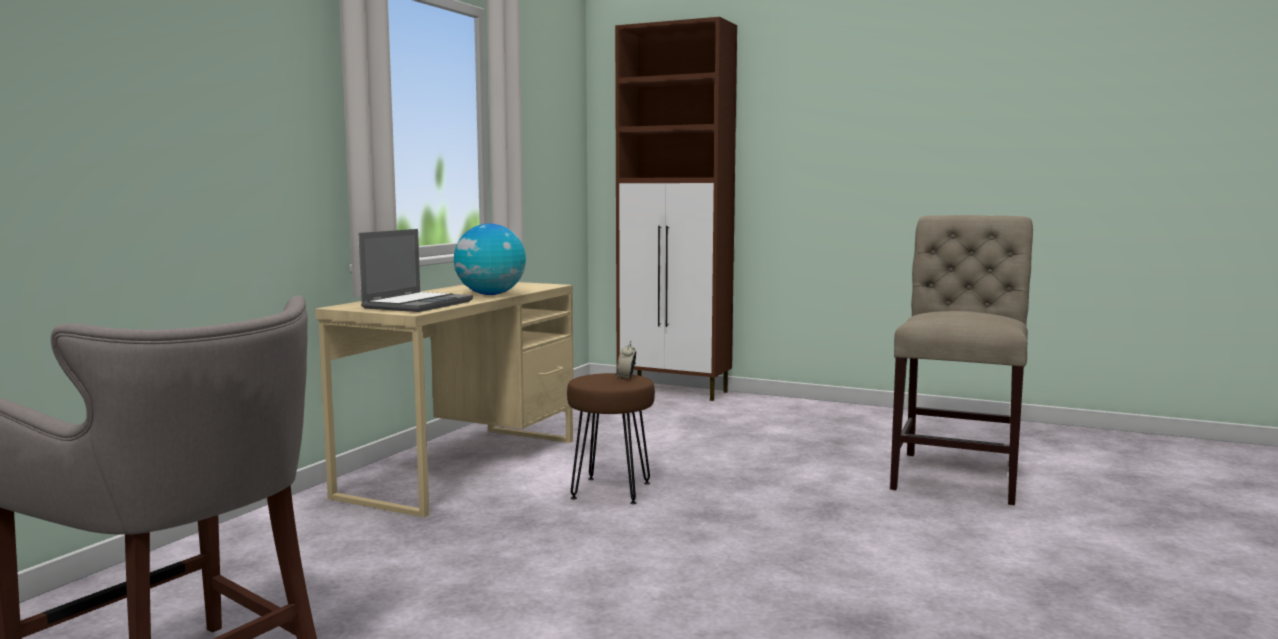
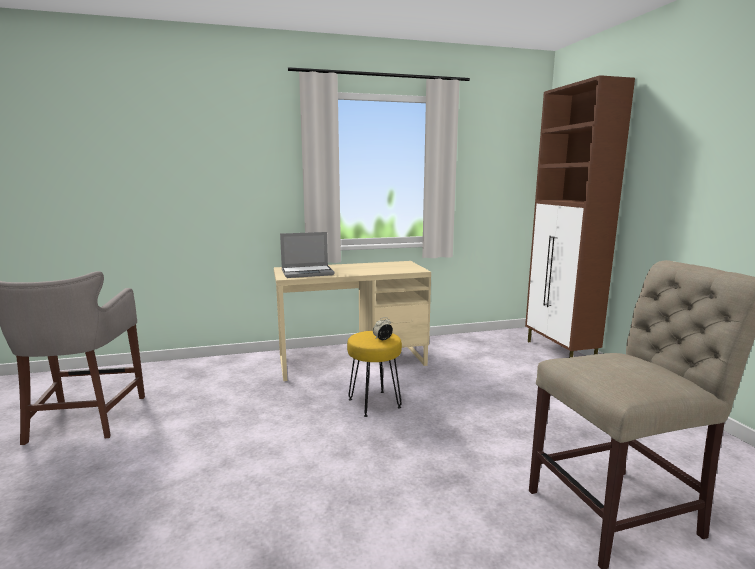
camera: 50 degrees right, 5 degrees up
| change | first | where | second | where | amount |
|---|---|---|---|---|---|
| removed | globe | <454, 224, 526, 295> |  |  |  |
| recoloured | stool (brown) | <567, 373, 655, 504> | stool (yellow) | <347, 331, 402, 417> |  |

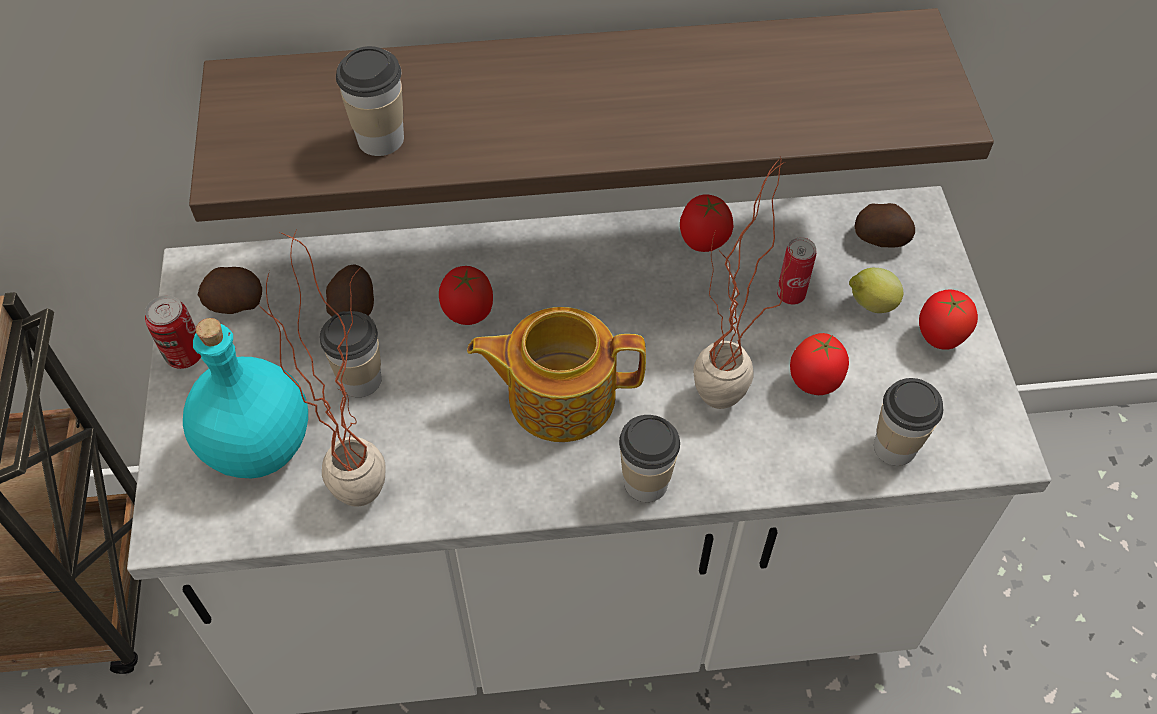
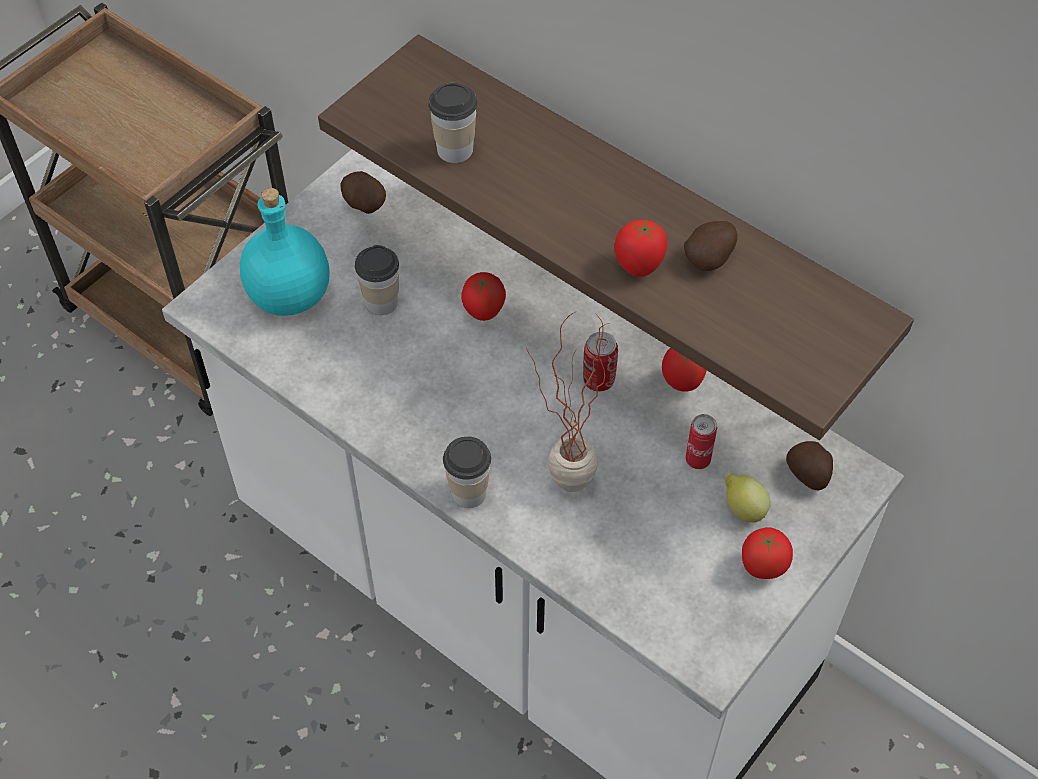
camera: 45 degrees right, 0 degrees up
| change | first | where | second | where | amount |
|---|---|---|---|---|---|
| removed | potted plant | <258, 231, 386, 507> |  |  |  |
| moved | potato | <326, 264, 374, 317> |  | <684, 221, 737, 271> |  |
| moved | can | <145, 295, 201, 369> |  | <583, 332, 618, 392> |  |
| removed | teapot | <467, 307, 646, 442> |  |  |  |
| moved | tomato | <790, 333, 849, 395> |  | <615, 219, 667, 277> |  |
| removed | cup | <874, 378, 943, 466> |  |  |  |

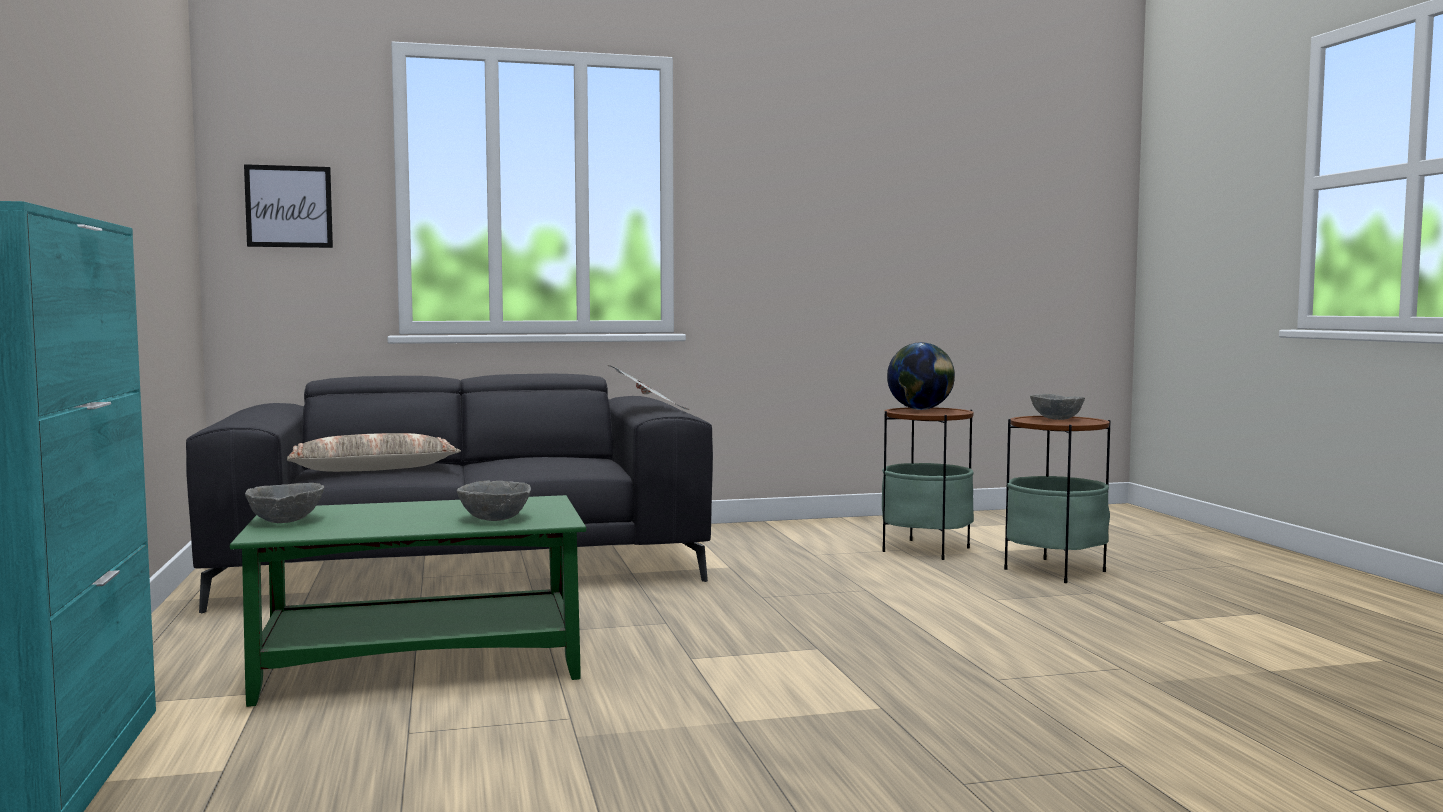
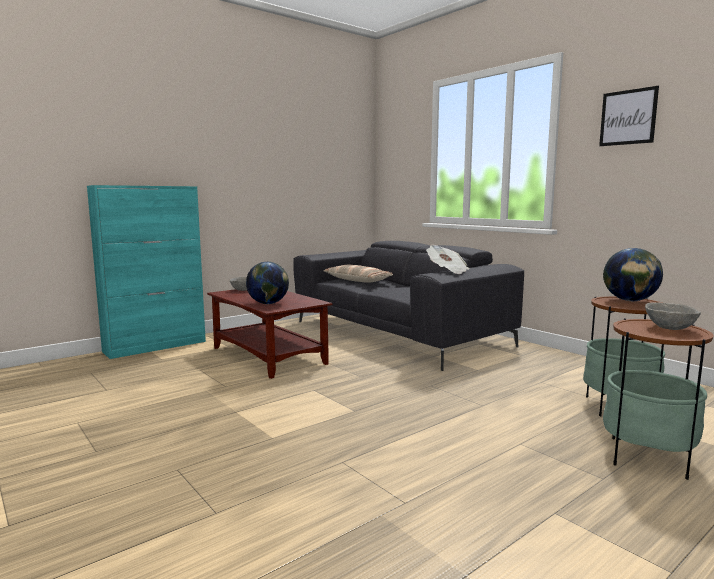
camera: 65 degrees right, 5 degrees up
| change | first | where | second | where | amount |
|---|---|---|---|---|---|
| moved | picture | <244, 164, 333, 248> |  | <599, 86, 659, 146> |  |
| replaced | bowl (grey) | <457, 481, 531, 521> | globe | <246, 262, 289, 304> |  |
| recoloured | coffee table (green) | <230, 495, 586, 707> | coffee table (brown) | <207, 289, 332, 379> |  |

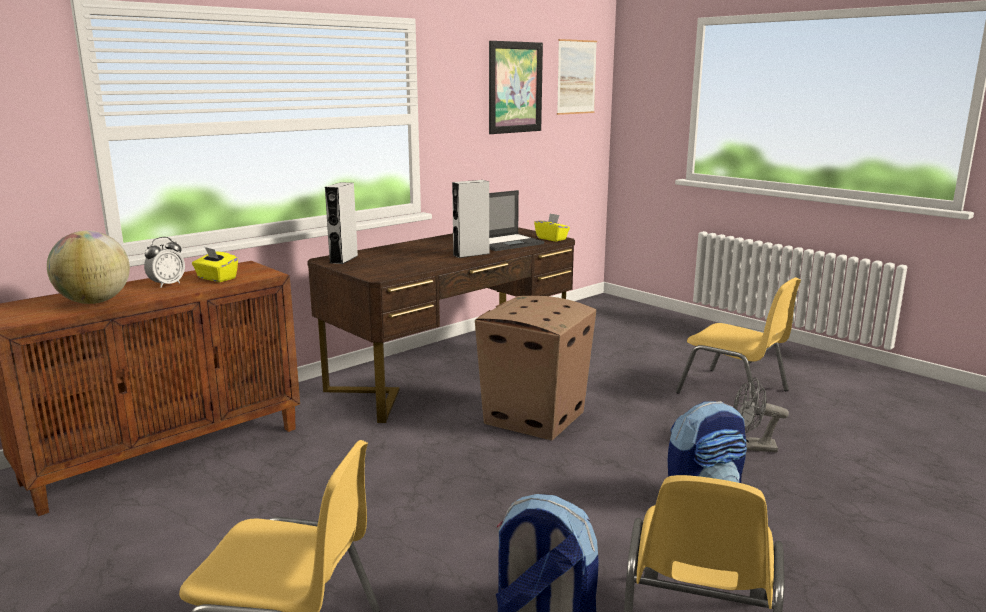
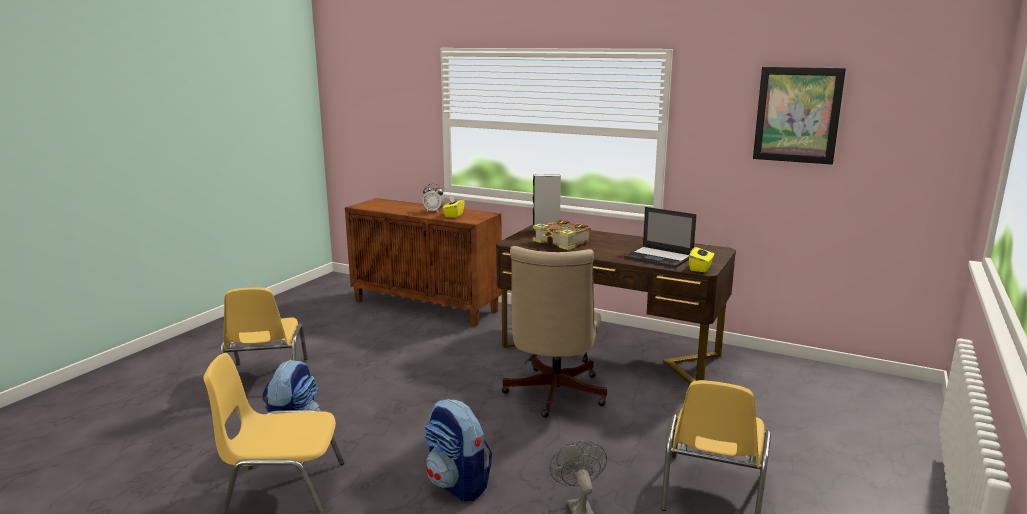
camera: 70 degrees right, 0 degrees up
| change | first | where | second | where | amount |
|---|---|---|---|---|---|
| removed | picture | <557, 39, 597, 115> |  |  |  |
| removed | speaker (grey) | <452, 180, 489, 258> |  |  |  |
| removed | globe | <47, 231, 130, 304> |  |  |  |
| replaced | cardboard box | <475, 296, 596, 441> | office chair (beige) | <502, 246, 607, 418> |  |
| added |  |  | book | <533, 219, 591, 250> |  |

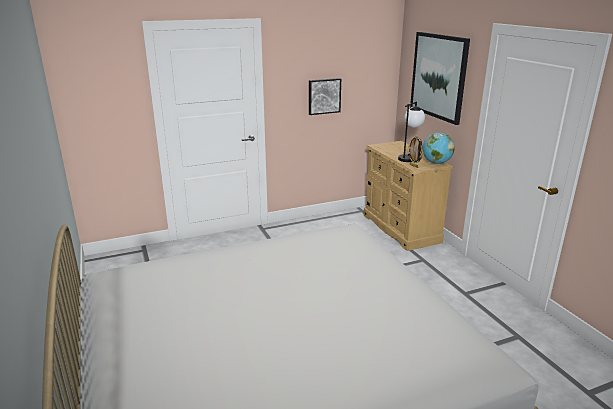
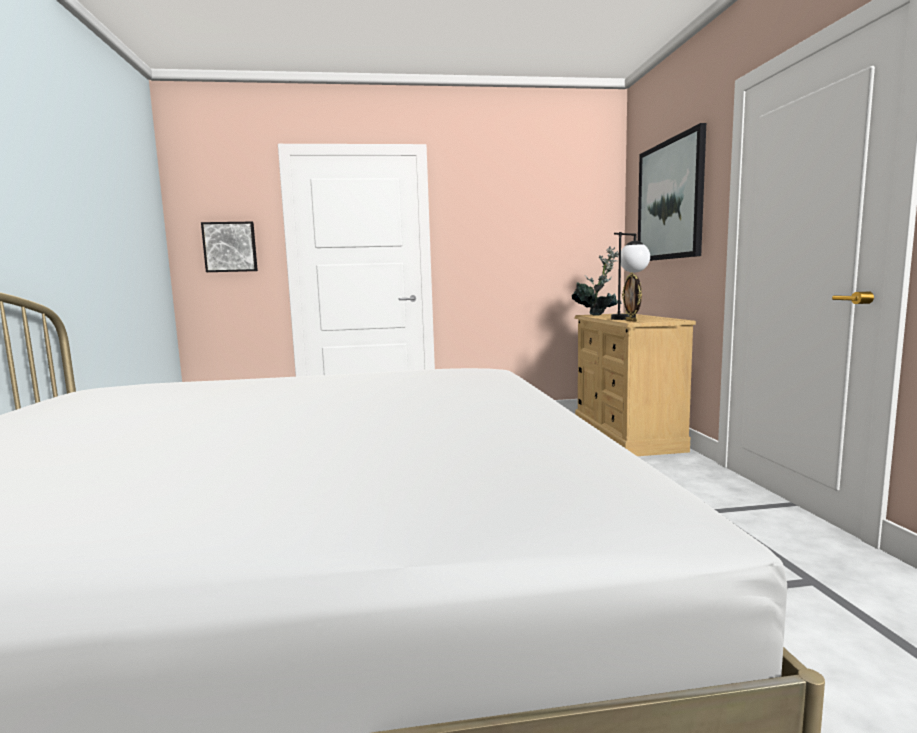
camera: 15 degrees right, 15 degrees down
| change | first | where | second | where | amount |
|---|---|---|---|---|---|
| moved | picture | <309, 78, 341, 115> |  | <201, 222, 258, 272> |  |
| removed | globe | <423, 132, 455, 164> |  |  |  |
| added |  |  | potted plant | <572, 246, 621, 316> |  |

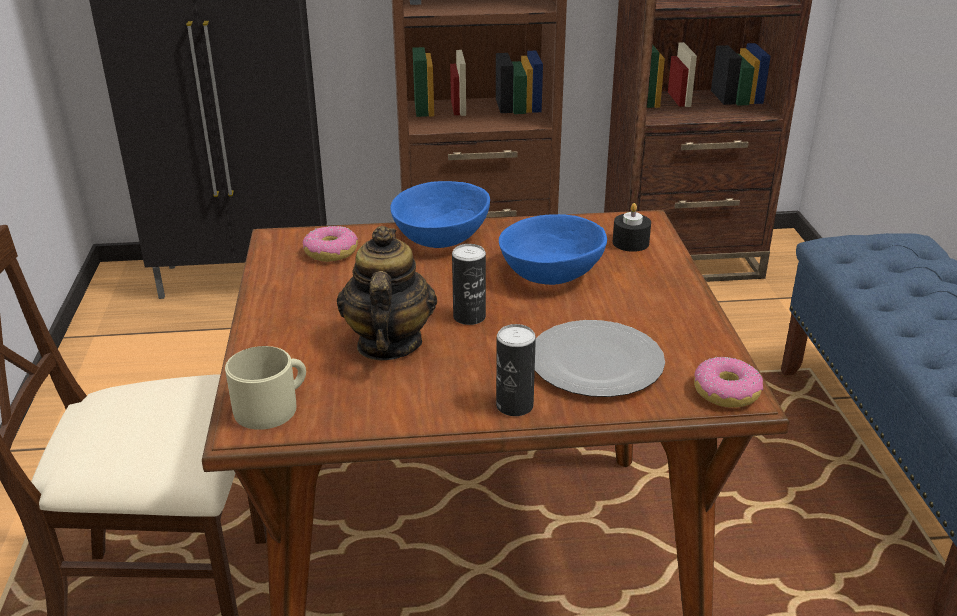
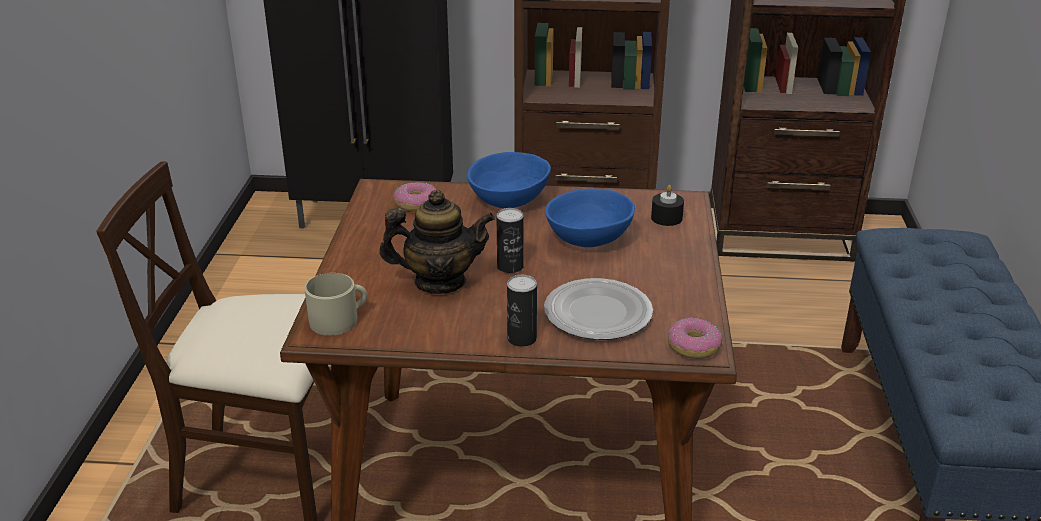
camera: 10 degrees right, 0 degrees up
| change | first | where | second | where | amount |
|---|---|---|---|---|---|
| turned | teapot | <337, 226, 437, 361> |  | <379, 189, 495, 294> | 75 degrees clockwise |

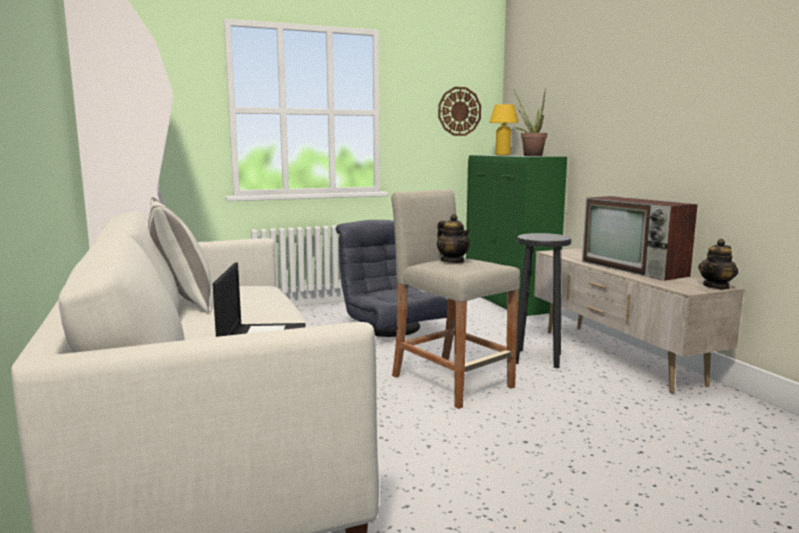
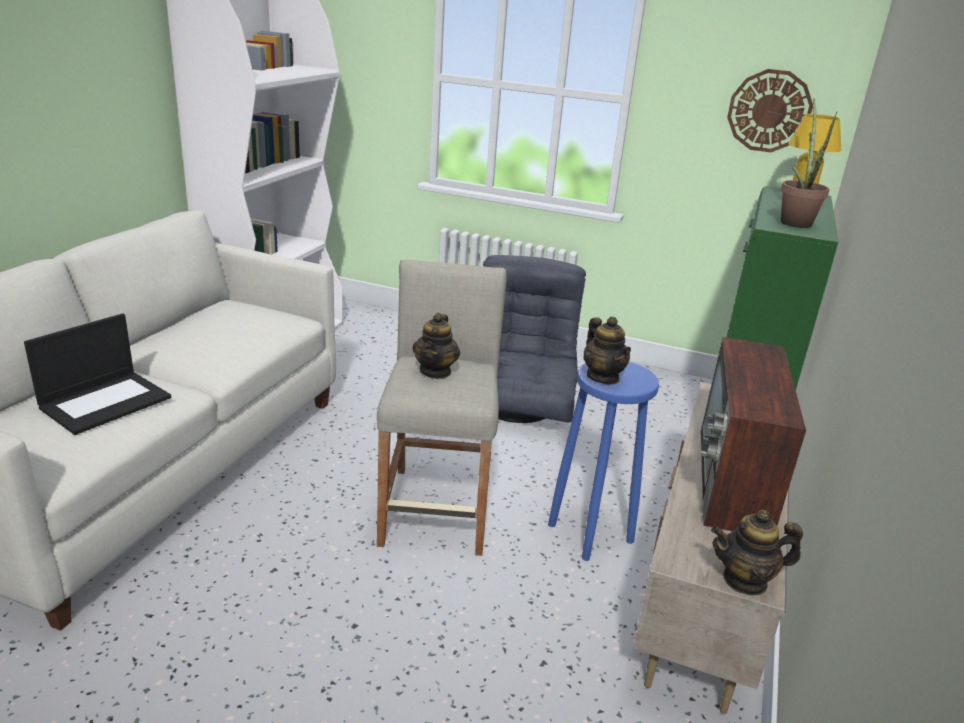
camera: 40 degrees right, 15 degrees up
| change | first | where | second | where | amount |
|---|---|---|---|---|---|
| removed | pillow | <148, 197, 211, 313> |  |  |  |
| recoloured | stool (black) | <516, 233, 571, 368> | stool (blue) | <548, 362, 659, 561> |  |
| added |  |  | teapot | <583, 317, 631, 384> |  |

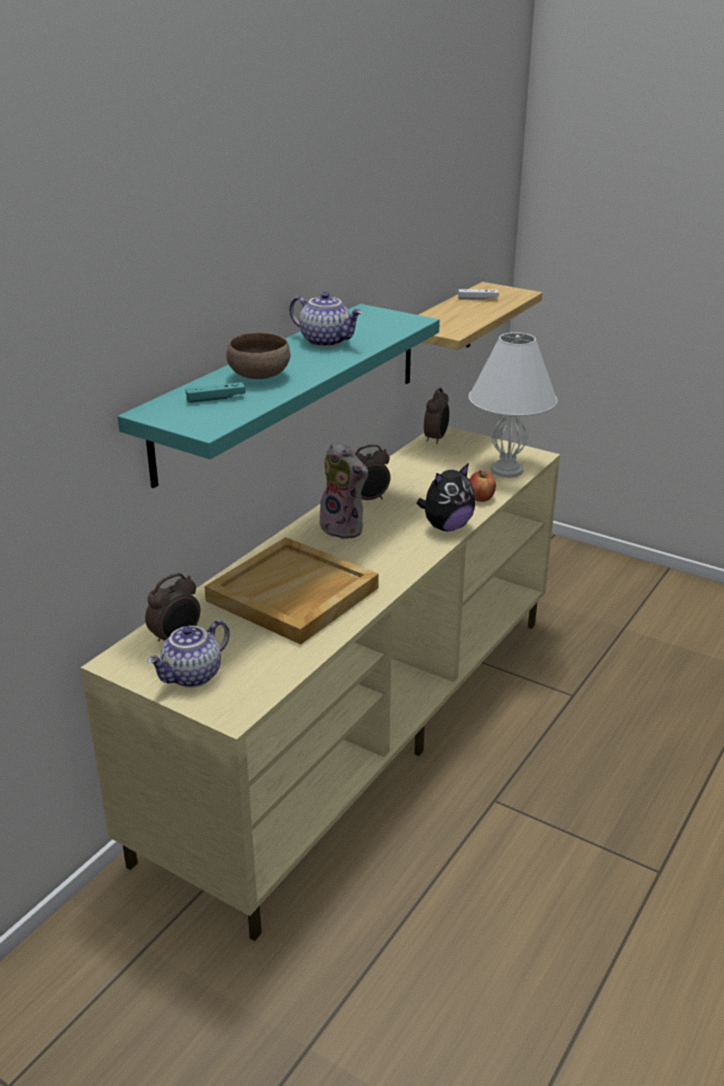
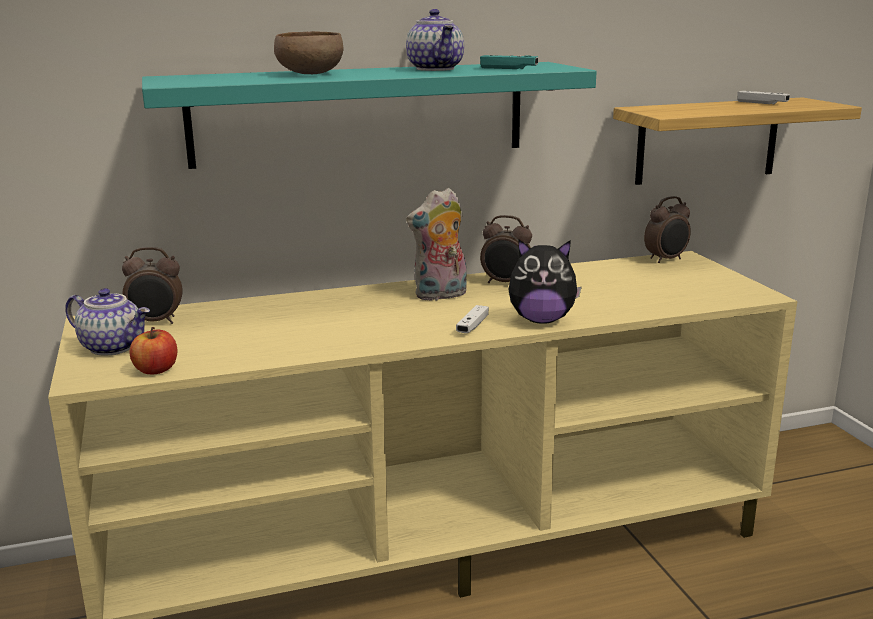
camera: 40 degrees right, 10 degrees down
| change | first | where | second | where | amount |
|---|---|---|---|---|---|
| removed | table lamp (white) | <469, 332, 557, 477> |  |  |  |
| moved | game controller (turquoise) | <185, 382, 245, 403> |  | <480, 55, 538, 69> |  |
| turned | plush toy | <320, 441, 368, 539> |  | <406, 188, 467, 301> | 75 degrees clockwise |
| moved | apple | <469, 471, 496, 502> |  | <129, 327, 177, 374> |  |
| removed | tray (beige) | <204, 537, 379, 645> |  |  |  |
| turned | teapot | <147, 620, 230, 688> |  | <65, 288, 150, 355> | 150 degrees counterclockwise |
| added |  |  | game controller (white) | <456, 305, 489, 333> |  |

